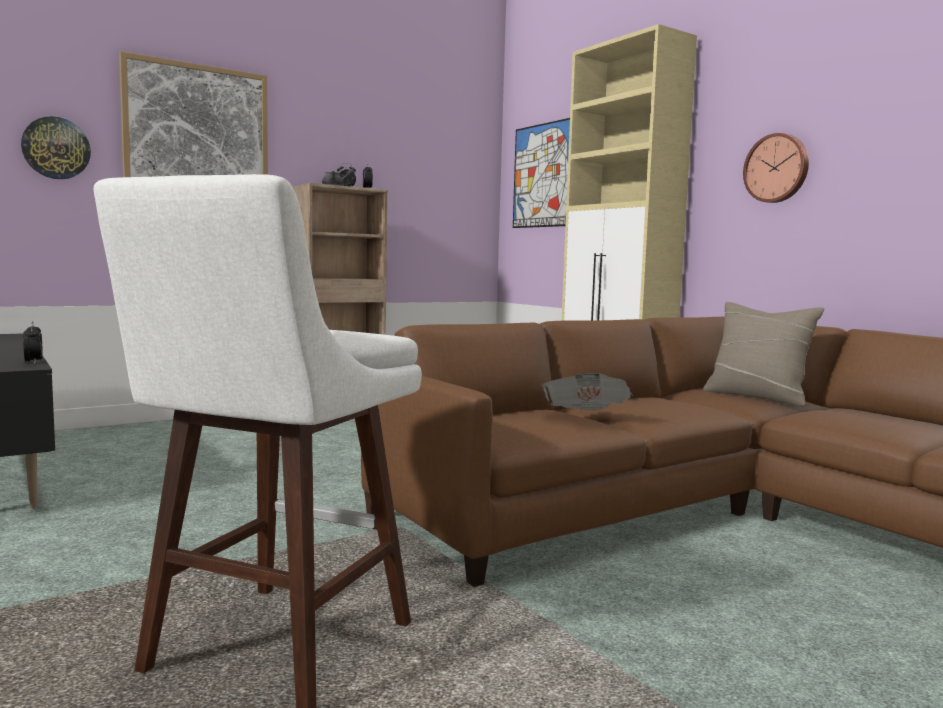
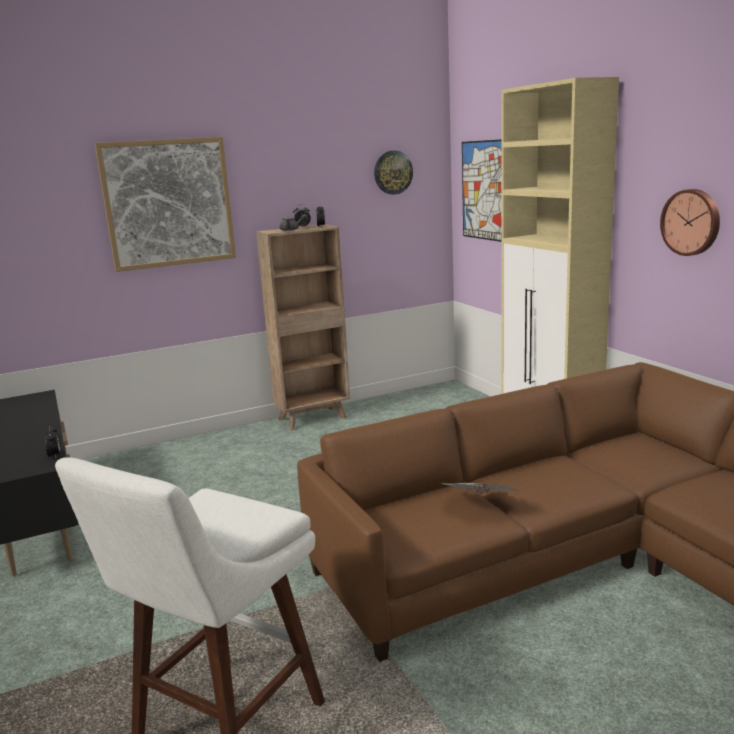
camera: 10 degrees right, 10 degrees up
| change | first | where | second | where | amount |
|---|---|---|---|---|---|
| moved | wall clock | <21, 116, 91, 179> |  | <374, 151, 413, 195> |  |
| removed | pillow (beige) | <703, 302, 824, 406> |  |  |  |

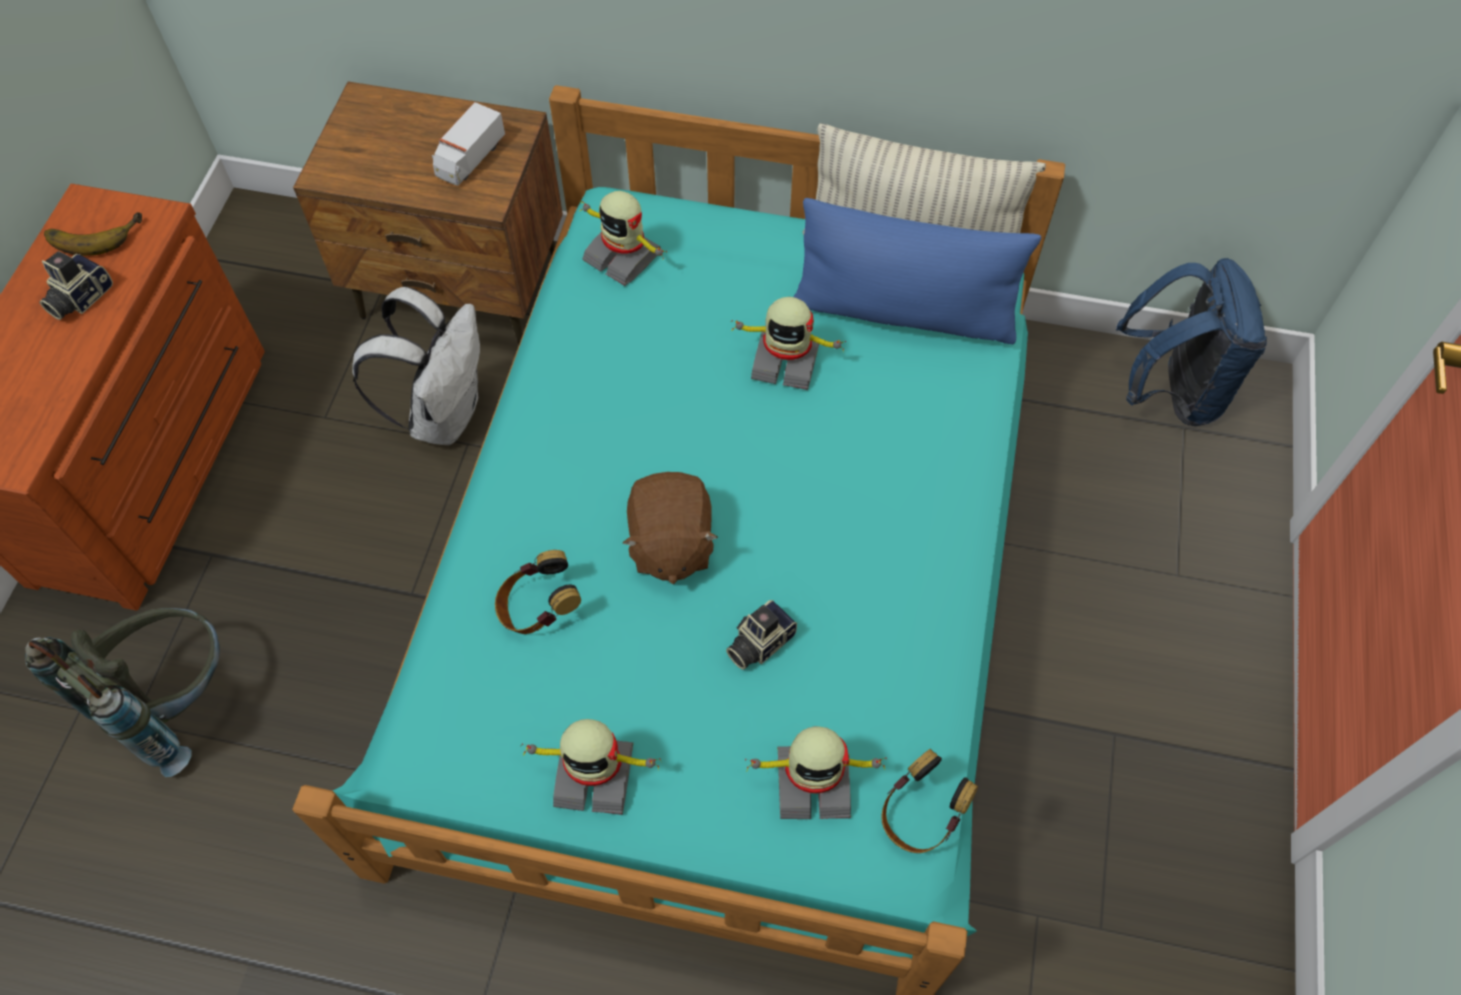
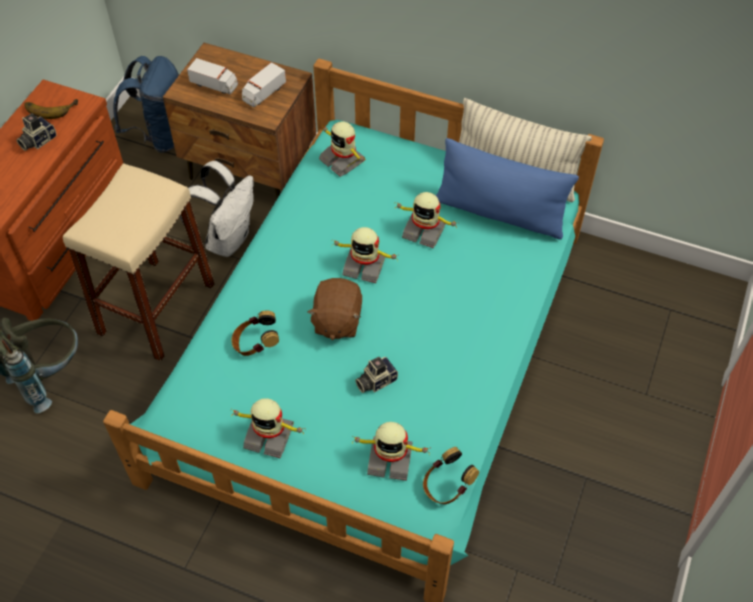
camera: 10 degrees right, 5 degrees down
| change | first | where | second | where | amount |
|---|---|---|---|---|---|
| moved | backpack (blue) | <1116, 258, 1267, 426> |  | <113, 56, 179, 153> |  |
| added |  |  | toy truck | <187, 58, 238, 94> |  |
| added |  |  | stool (beige) | <63, 163, 215, 361> |  |
| added |  |  | toy robot | <332, 227, 398, 283> |  |

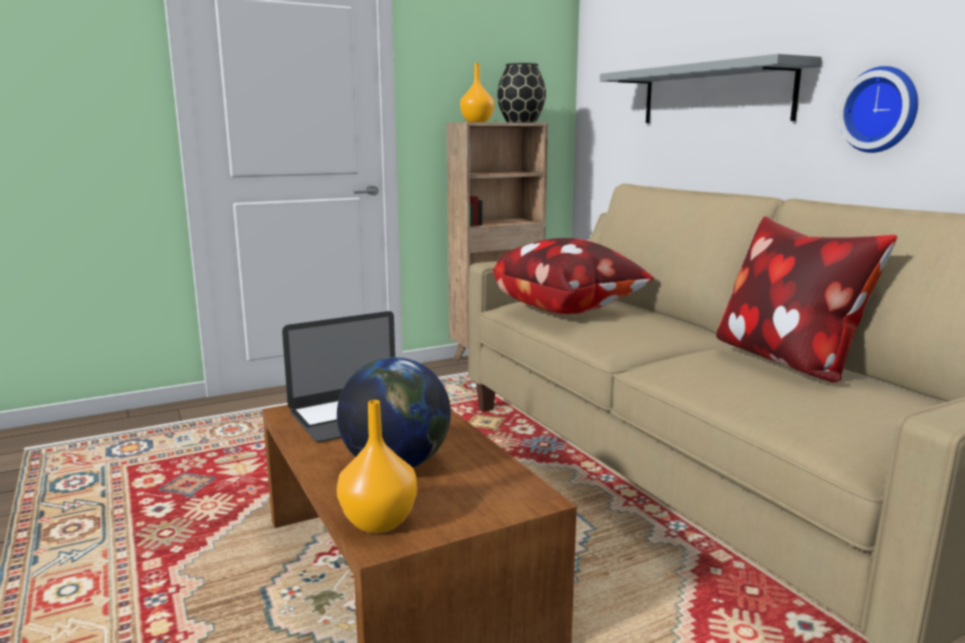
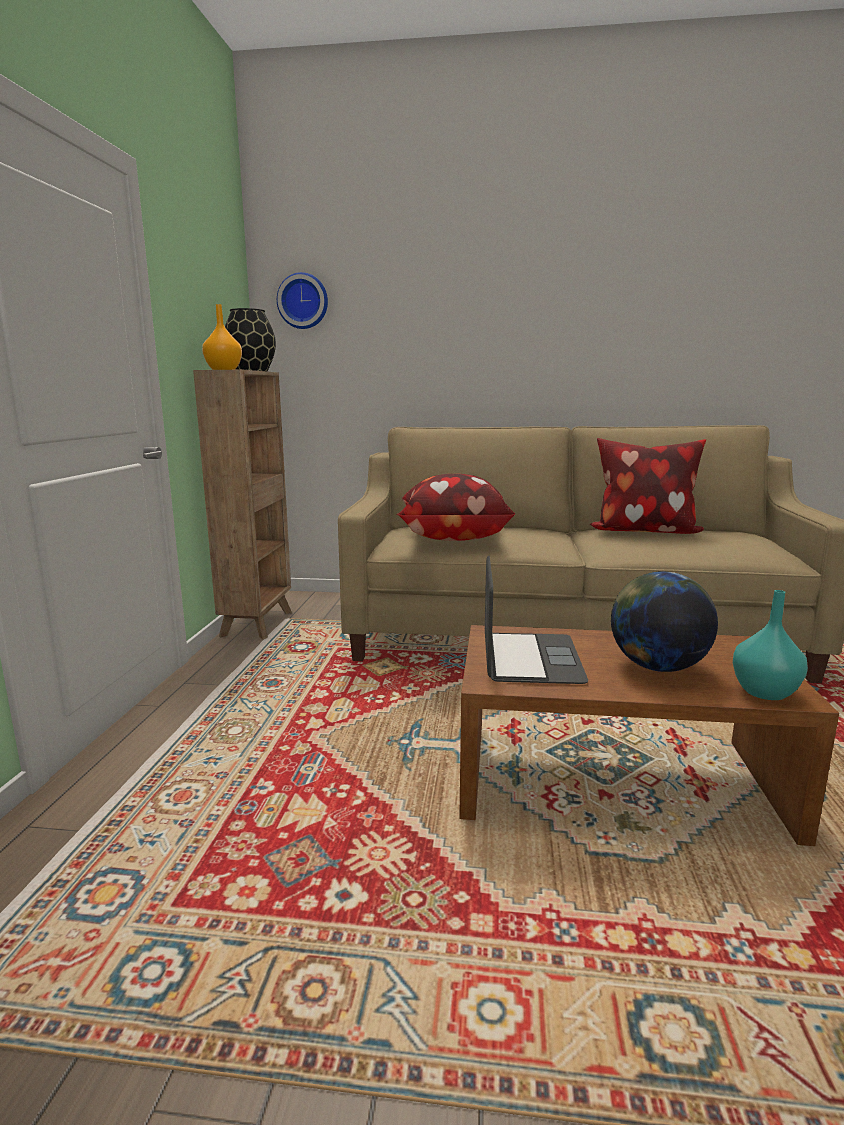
camera: 55 degrees left, 0 degrees up
| change | first | where | second | where | amount |
|---|---|---|---|---|---|
| removed | shelf (grey) | <600, 54, 822, 123> |  |  |  |
| moved | wall clock | <838, 66, 918, 153> |  | <277, 272, 328, 329> |  |
| recoloured | vase (orange) | <337, 400, 417, 533> | vase (turquoise) | <733, 590, 808, 700> |  |

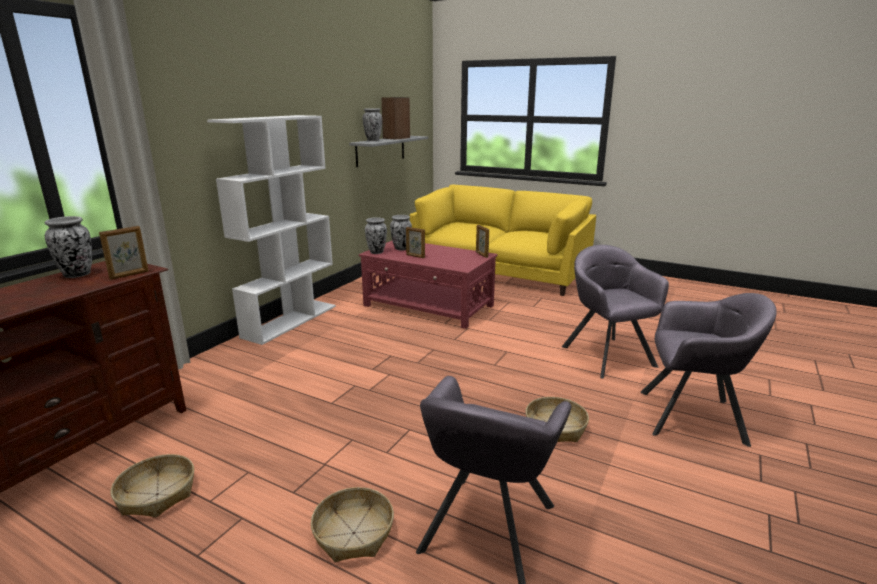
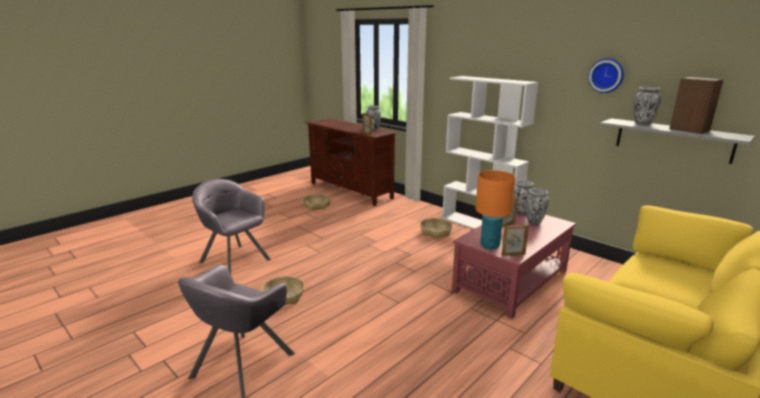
camera: 105 degrees right, 0 degrees up
| change | first | where | second | where | amount |
|---|---|---|---|---|---|
| removed | armchair (grey) | <562, 245, 669, 379> |  |  |  |
| moved | basket | <311, 487, 394, 562> |  | <420, 218, 452, 239> |  |
| added |  |  | wall clock | <588, 58, 624, 93> |  |
| added |  |  | table lamp (orange) | <475, 170, 516, 249> |  |

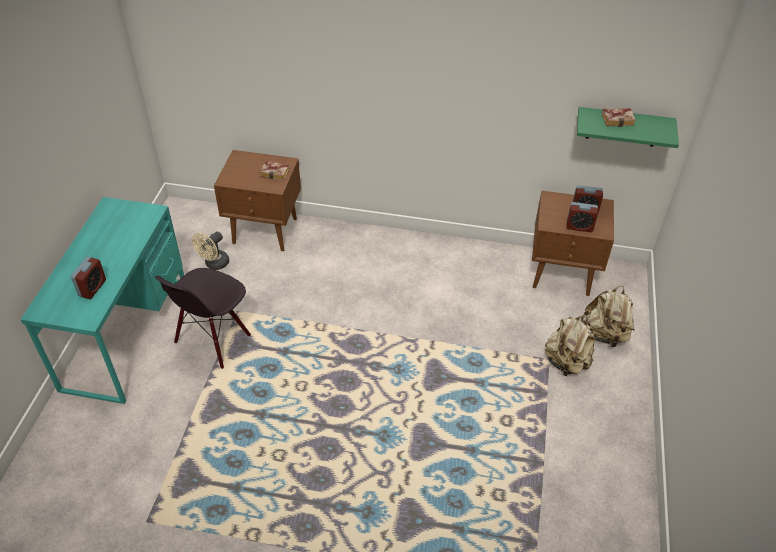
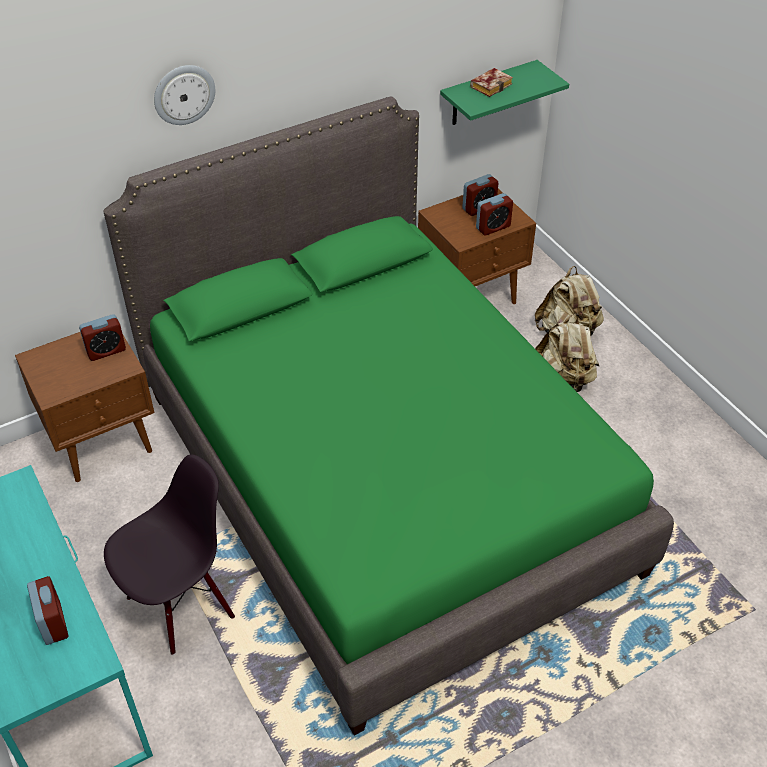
camera: 40 degrees left, 0 degrees up
| change | first | where | second | where | amount |
|---|---|---|---|---|---|
| replaced | book | <259, 161, 289, 181> | alarm clock | <79, 314, 126, 361> |  |
| removed | fan (beige) | <192, 231, 229, 270> |  |  |  |
| turned | chair (black) | <155, 268, 251, 369> |  | <104, 454, 235, 655> | 120 degrees counterclockwise |
| added |  |  | wall clock | <154, 65, 215, 125> |  |
| added |  |  | bed (green) | <104, 97, 674, 736> |  |

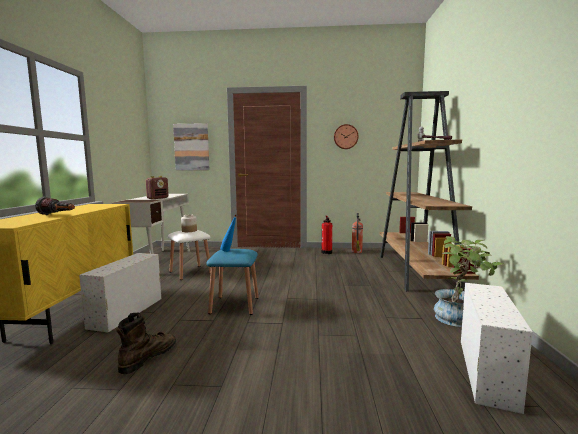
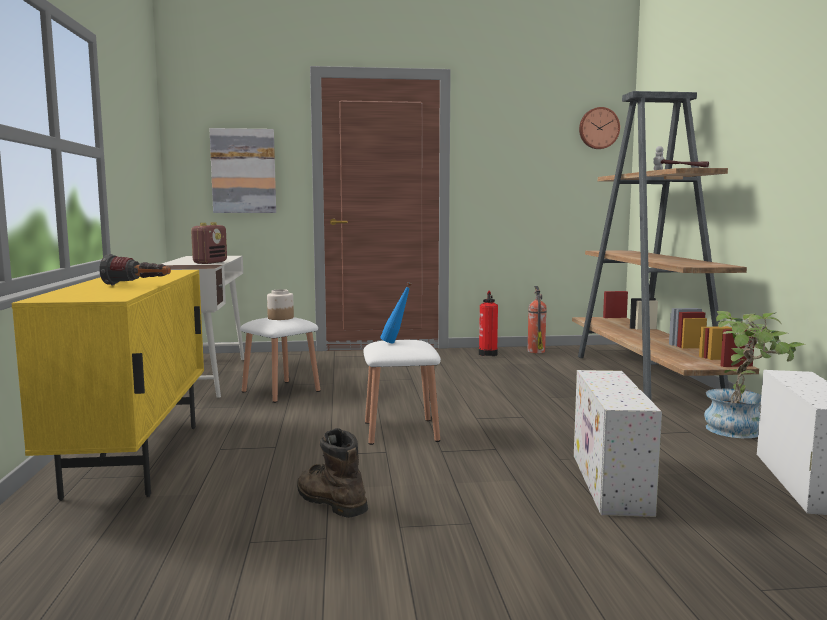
camera: 10 degrees left, 0 degrees up
| change | first | where | second | where | amount |
|---|---|---|---|---|---|
| moved | wall clock | <334, 124, 359, 149> |  | <579, 107, 620, 149> |  |
| recoloured | stool (blue) | <206, 249, 259, 315> | stool (white) | <363, 340, 441, 445> |  |
| moved | storage box (white) | <79, 253, 161, 333> |  | <574, 370, 662, 517> |  |
| turned | boot (brown) | <116, 313, 176, 374> |  | <297, 428, 368, 518> | 60 degrees counterclockwise |

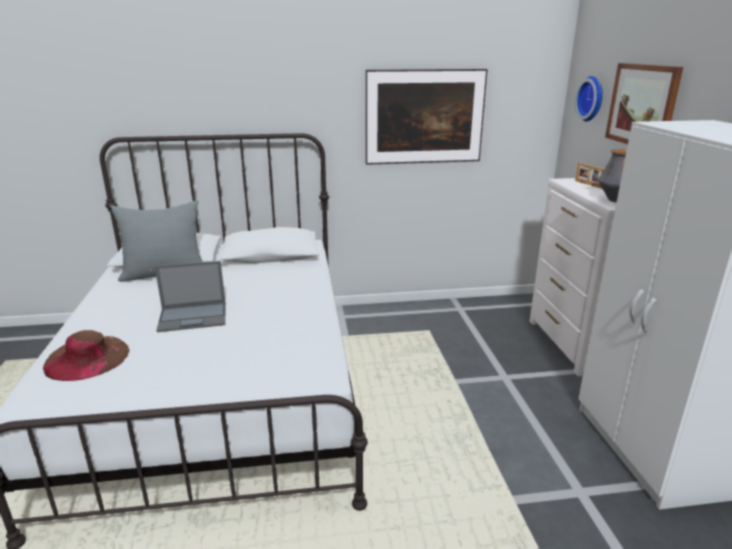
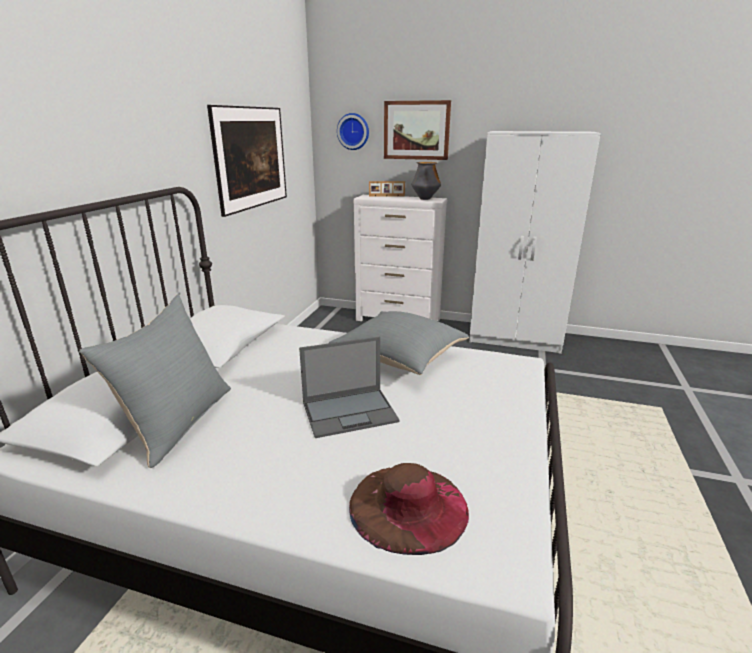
camera: 65 degrees left, 0 degrees up
| change | first | where | second | where | amount |
|---|---|---|---|---|---|
| turned | laptop | <155, 261, 226, 332> |  | <299, 337, 400, 438> | 60 degrees clockwise |
| added |  |  | pillow (grey) | <329, 311, 469, 375> |  |

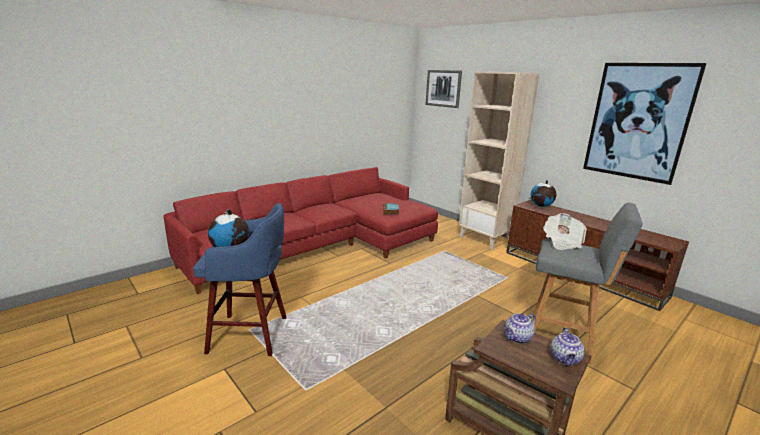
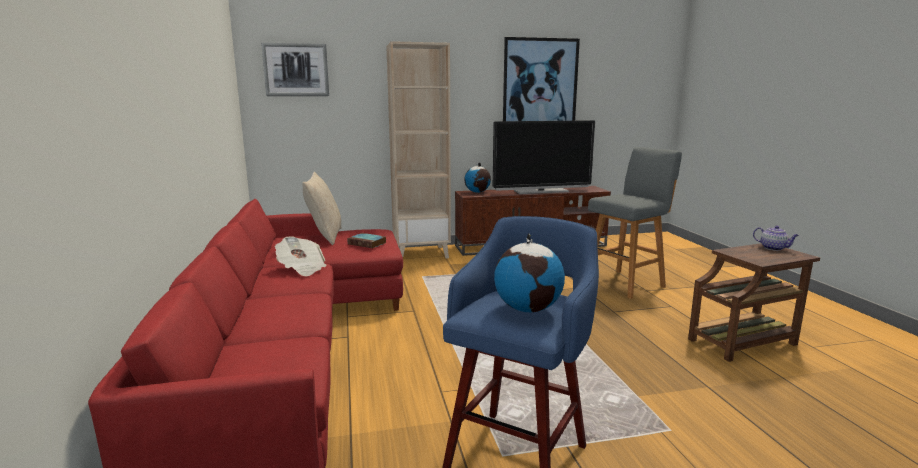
camera: 60 degrees left, 5 degrees down
| change | first | where | second | where | amount |
|---|---|---|---|---|---|
| moved | newspaper | <543, 213, 587, 250> |  | <275, 236, 327, 276> |  |
| removed | teapot | <504, 313, 536, 344> |  |  |  |
| added |  |  | television | <493, 120, 595, 194> |  |
| added |  |  | pillow (beige) | <302, 172, 341, 245> |  |

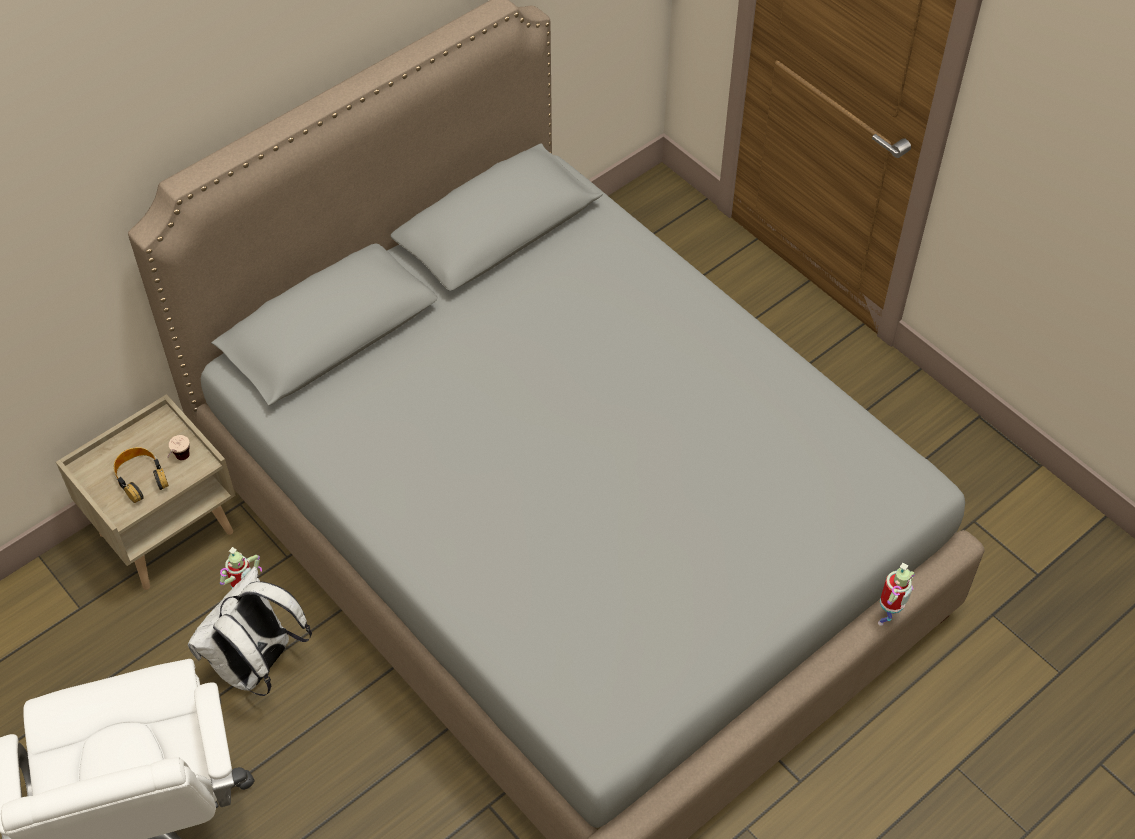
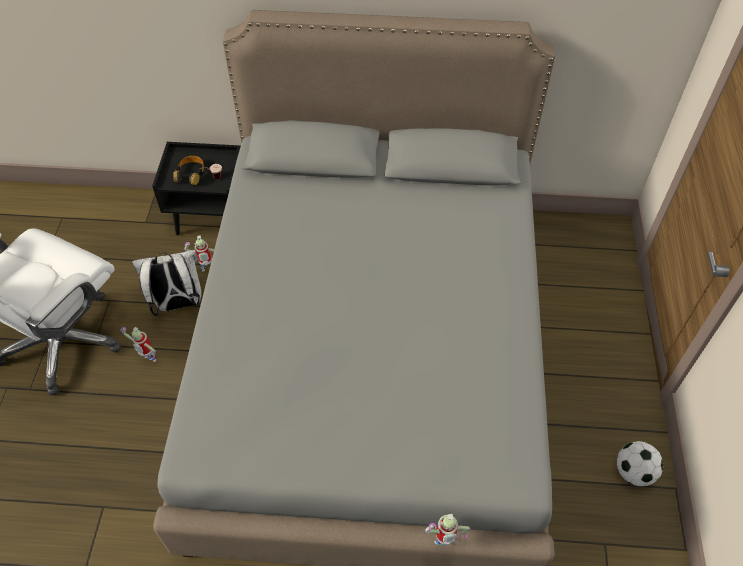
camera: 45 degrees right, 0 degrees up
| change | first | where | second | where | amount |
|---|---|---|---|---|---|
| recoloured | nightstand (beige) | <56, 394, 236, 590> | nightstand (black) | <152, 142, 241, 235> |  |
| added |  |  | toy robot | <120, 327, 156, 362> |  |
| added |  |  | football | <617, 441, 663, 486> |  |

